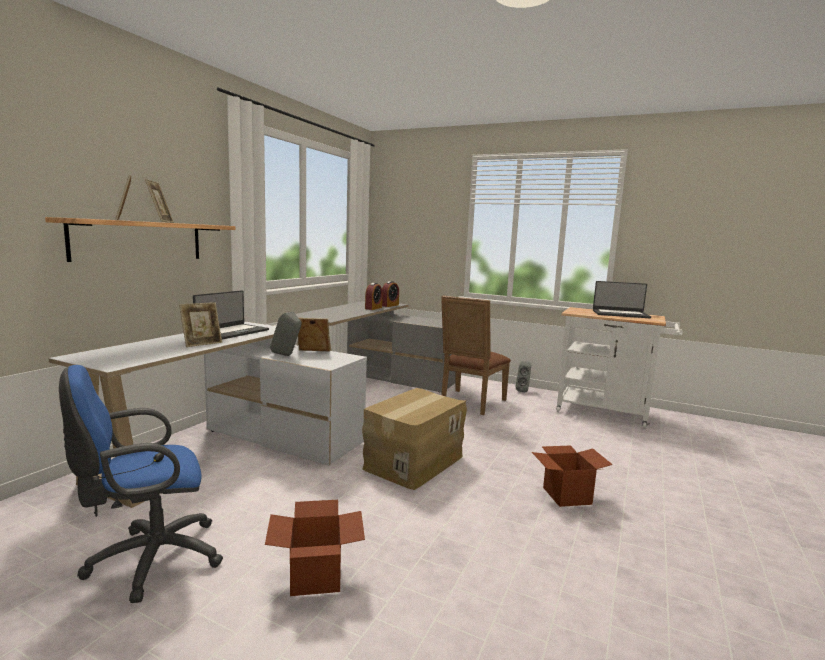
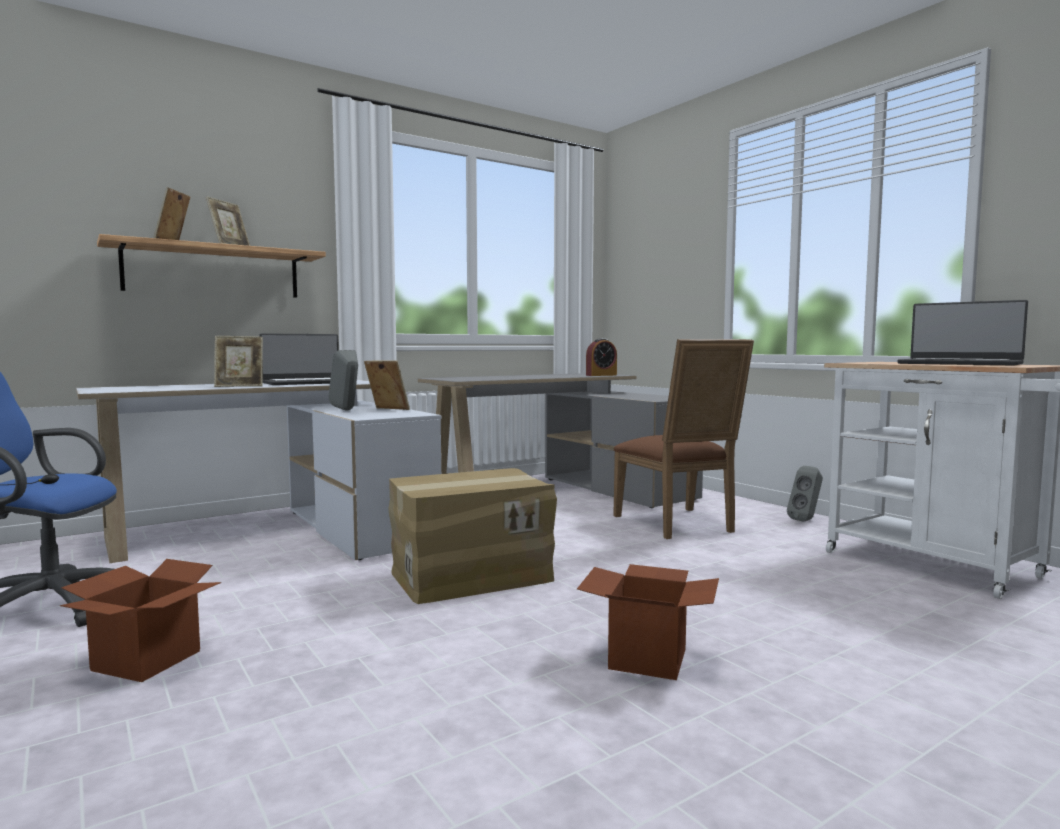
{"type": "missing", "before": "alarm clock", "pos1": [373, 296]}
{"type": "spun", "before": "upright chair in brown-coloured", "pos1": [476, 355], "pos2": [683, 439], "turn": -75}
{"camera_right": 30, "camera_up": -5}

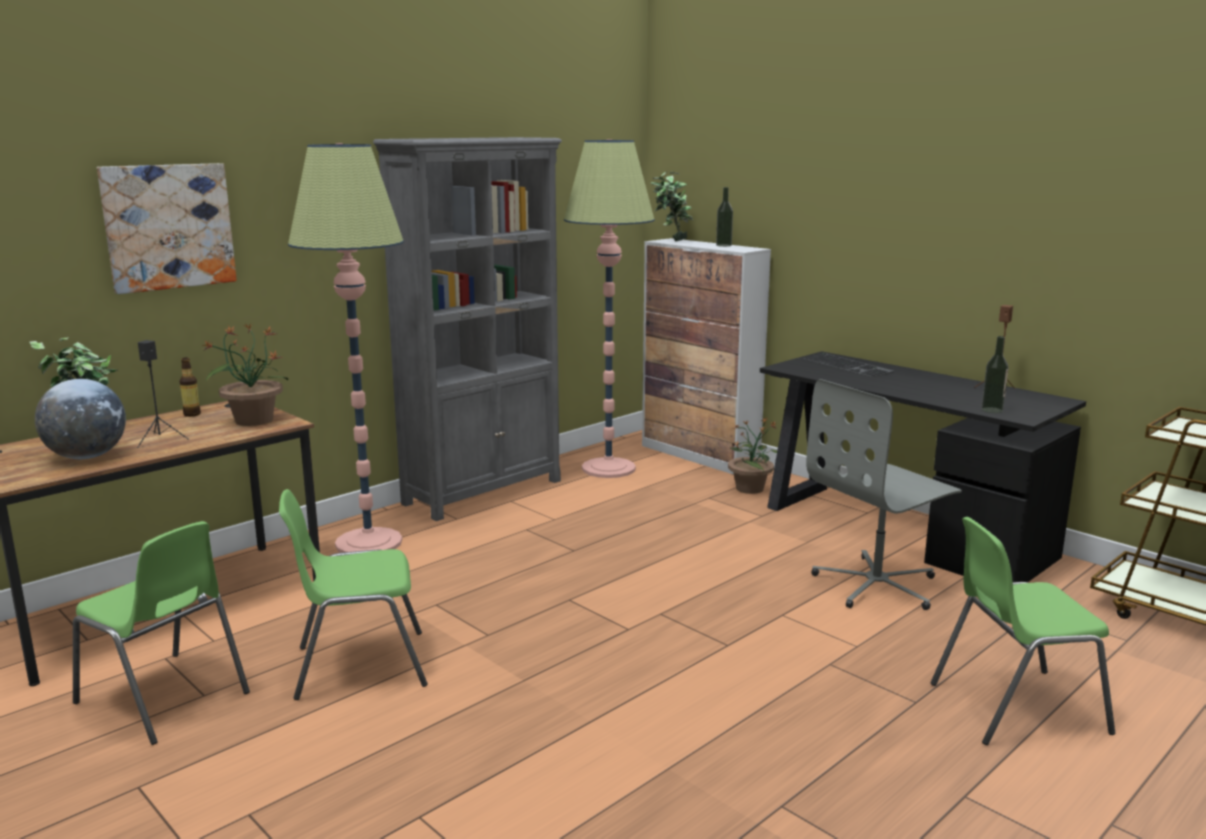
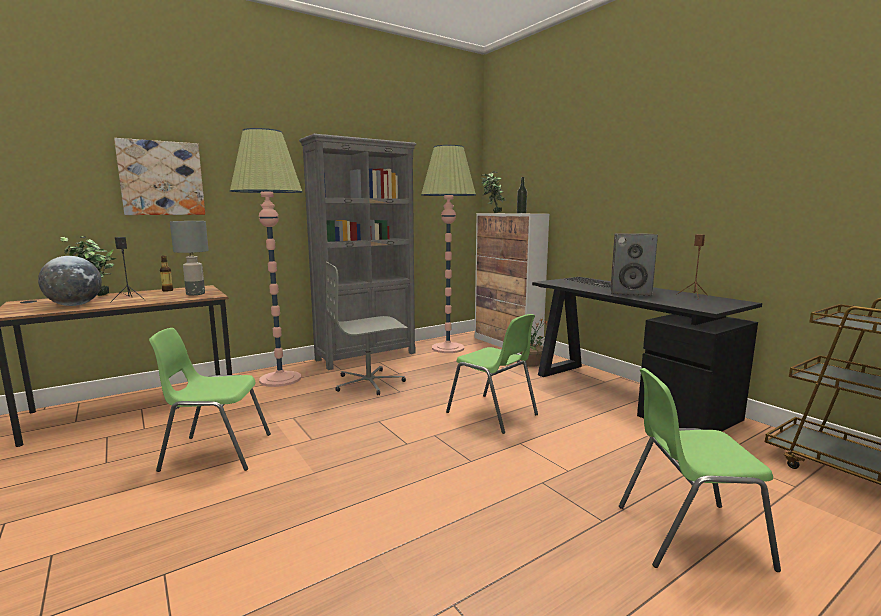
{"type": "exchanged", "before": "houseplant", "after": "table lamp in greyish", "pos1": [245, 374], "pos2": [189, 258]}
{"type": "missing", "before": "drink bottle", "pos1": [994, 374]}
{"type": "relocated", "before": "office chair in greyish", "pos1": [884, 494], "pos2": [366, 328]}
{"type": "relocated", "before": "upright chair in greenish", "pos1": [161, 633], "pos2": [492, 374]}
{"type": "appeared", "after": "speaker", "pos2": [634, 264]}
{"camera_right": 10, "camera_up": -5}

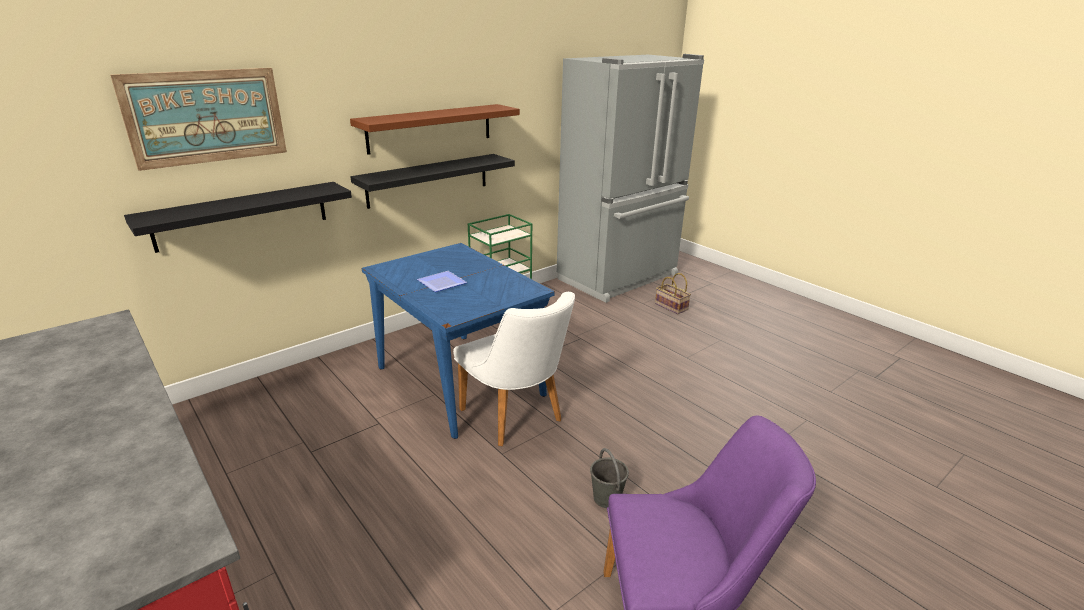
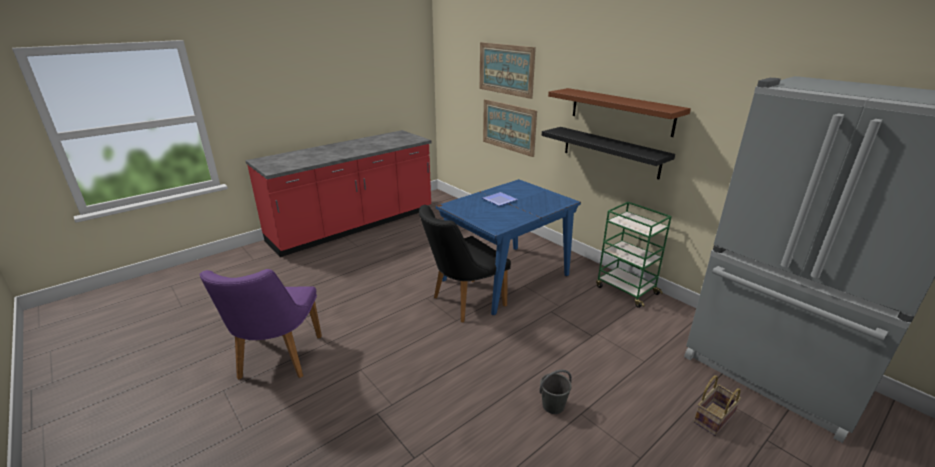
{"type": "exchanged", "before": "bracket shelf in black", "after": "wall art", "pos1": [238, 217], "pos2": [510, 128]}
{"type": "colour", "before": "upright chair in white", "after": "upright chair in black", "pos1": [514, 369], "pos2": [465, 263]}
{"type": "relocated", "before": "bucket in greyish", "pos1": [609, 478], "pos2": [555, 392]}
{"camera_right": 90, "camera_up": 0}

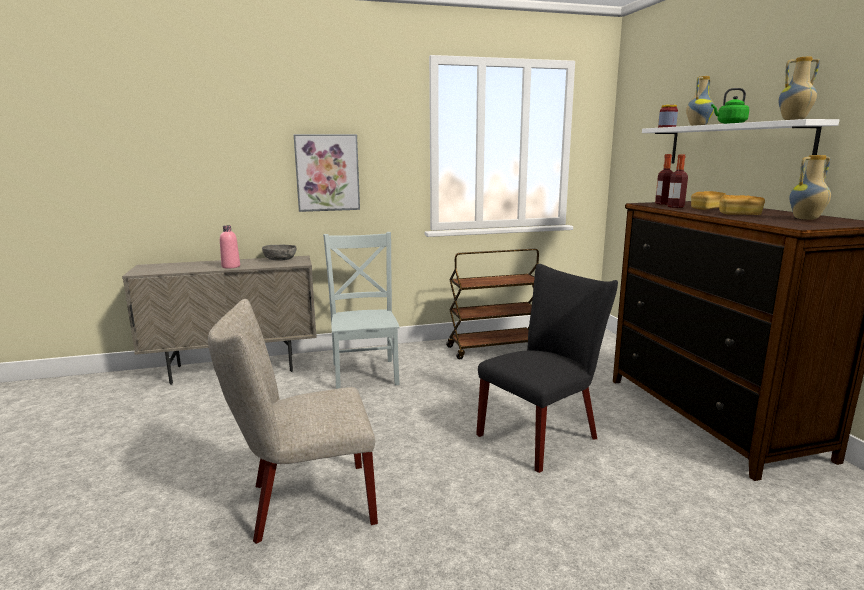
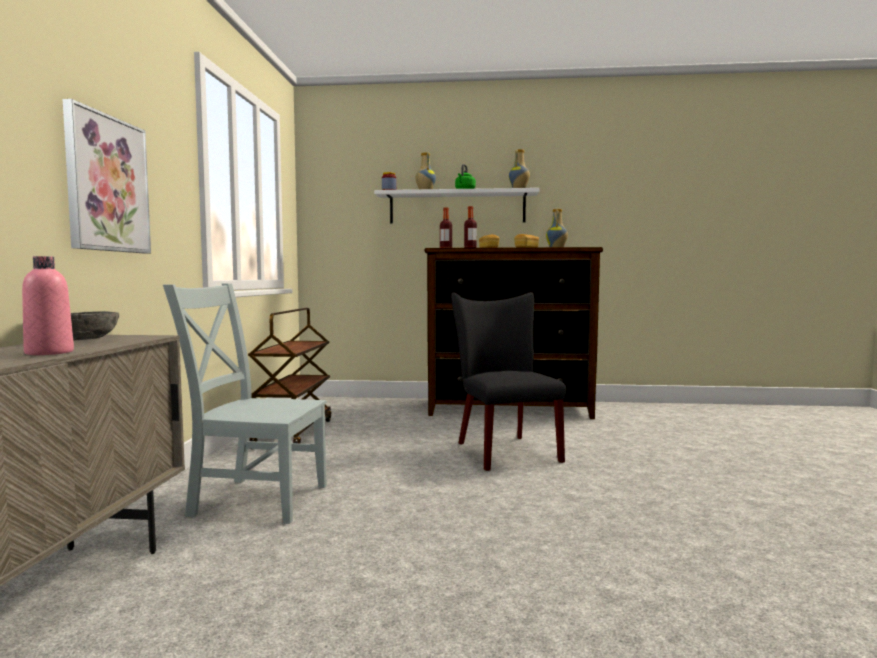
{"type": "missing", "before": "upright chair in beige", "pos1": [293, 421]}
{"camera_right": -70, "camera_up": -10}

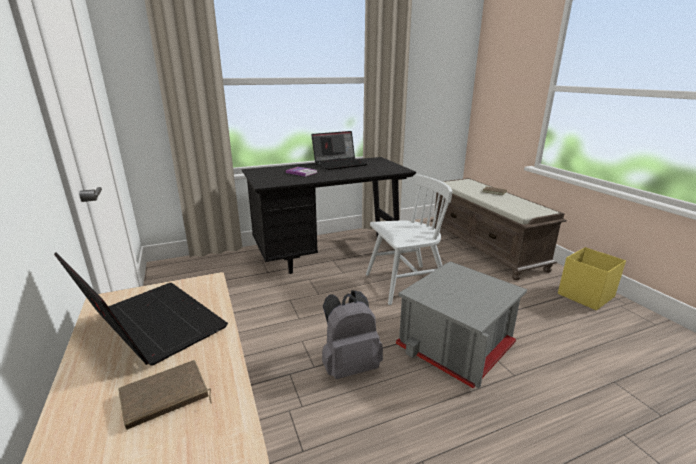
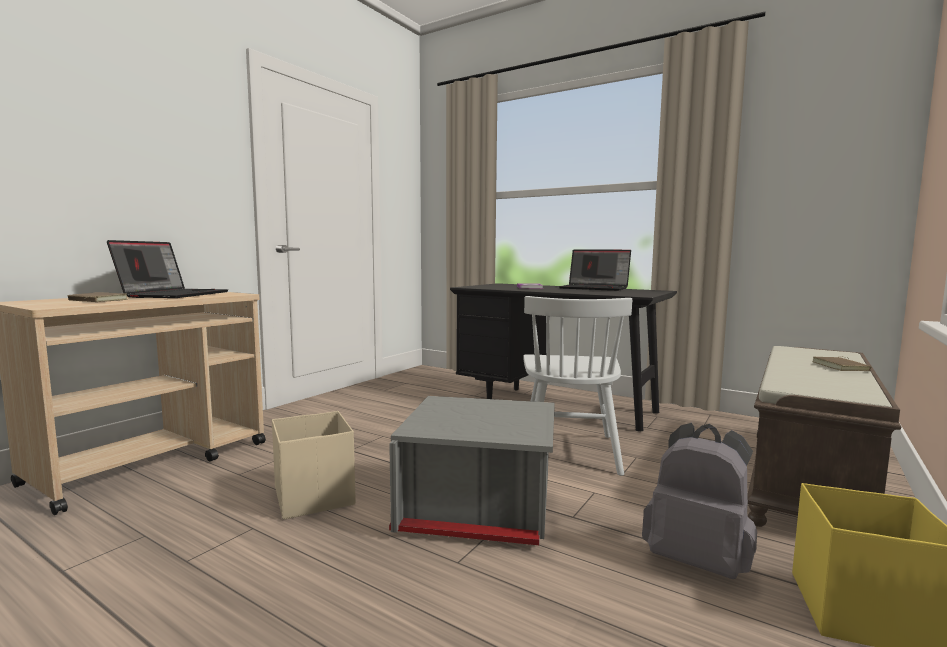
{"type": "spun", "before": "upright chair in white", "pos1": [409, 239], "pos2": [577, 386], "turn": 60}
{"type": "relocated", "before": "rucksack in greyish", "pos1": [352, 334], "pos2": [699, 501]}
{"type": "appeared", "after": "storage box in beige", "pos2": [314, 465]}
{"camera_right": 55, "camera_up": -15}

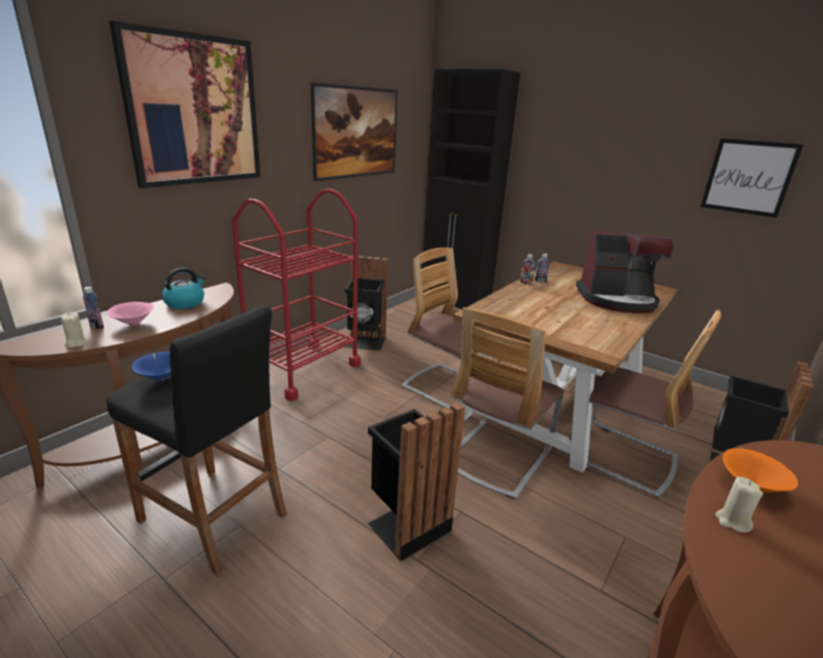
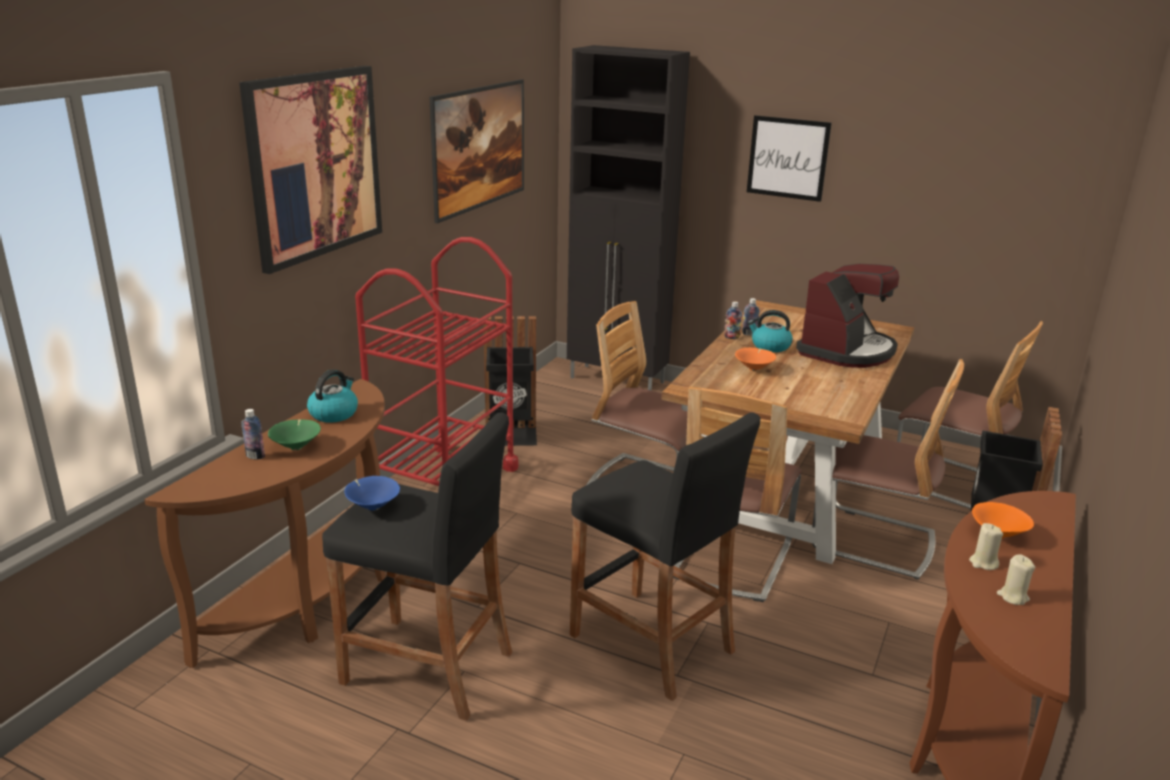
{"type": "relocated", "before": "wall art", "pos1": [752, 178], "pos2": [789, 158]}
{"type": "spun", "before": "coffee machine", "pos1": [625, 272], "pos2": [847, 316], "turn": -45}
{"type": "colour", "before": "deep dish in pink", "after": "deep dish in greenish", "pos1": [130, 314], "pos2": [294, 434]}
{"type": "relocated", "before": "wax light in beige", "pos1": [74, 330], "pos2": [1016, 580]}
{"type": "exchanged", "before": "rubbish bin in black", "after": "stool seat in black", "pos1": [416, 482], "pos2": [665, 556]}
{"type": "appeared", "after": "water kettle", "pos2": [770, 331]}
{"type": "appeared", "after": "upright chair", "pos2": [970, 415]}
{"type": "appeared", "after": "deep dish in orange", "pos2": [755, 359]}
{"camera_right": -10, "camera_up": 0}

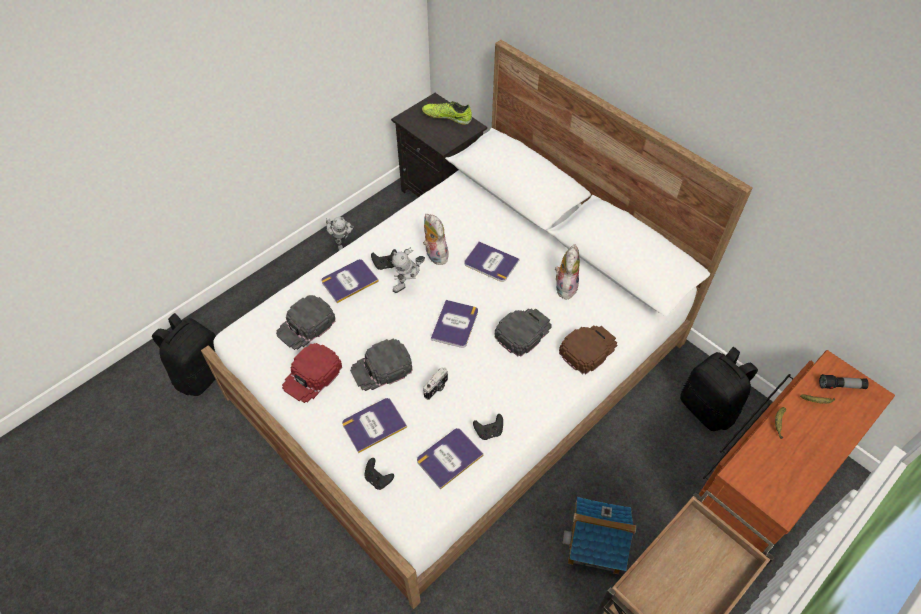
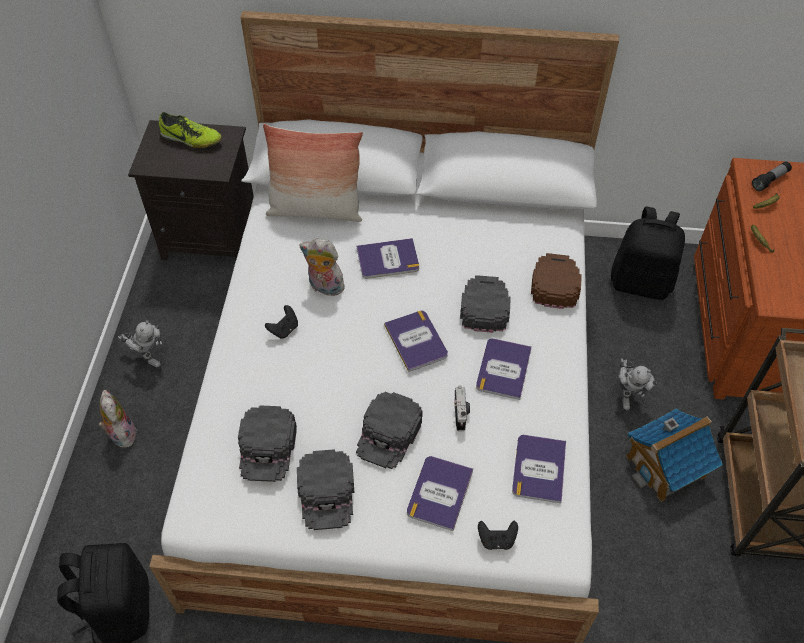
{"type": "spun", "before": "shoe", "pos1": [447, 113], "pos2": [190, 130], "turn": -135}
{"type": "relocated", "before": "cuddly toy", "pos1": [567, 272], "pos2": [118, 419]}
{"type": "relocated", "before": "model robot", "pos1": [408, 270], "pos2": [637, 385]}
{"type": "relocated", "before": "volume", "pos1": [350, 281], "pos2": [504, 369]}
{"type": "colour", "before": "peaked cap in red-coloured", "after": "peaked cap in black", "pos1": [312, 373], "pos2": [325, 489]}
{"type": "missing", "before": "gamepad in black", "pos1": [488, 427]}
{"type": "appeared", "after": "pillow", "pos2": [313, 173]}
{"camera_right": -40, "camera_up": 0}

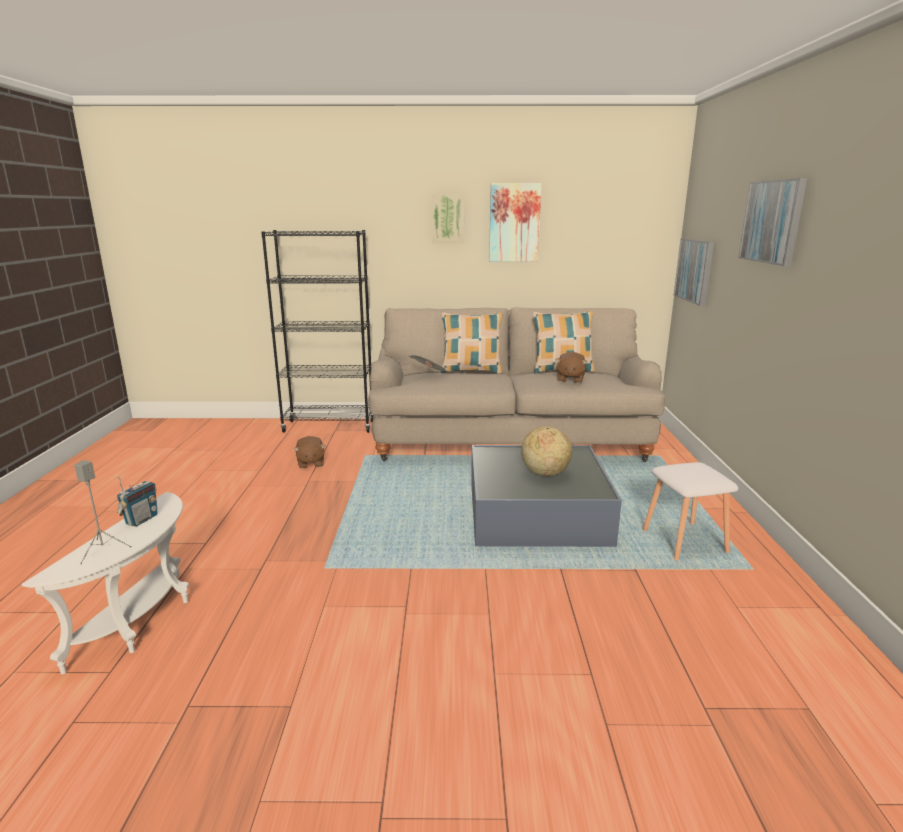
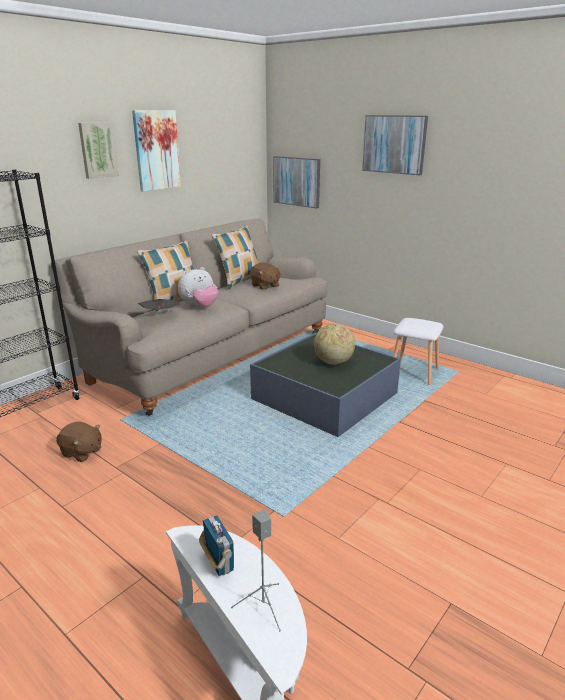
{"type": "appeared", "after": "cuddly toy", "pos2": [198, 287]}
{"camera_right": -50, "camera_up": 5}

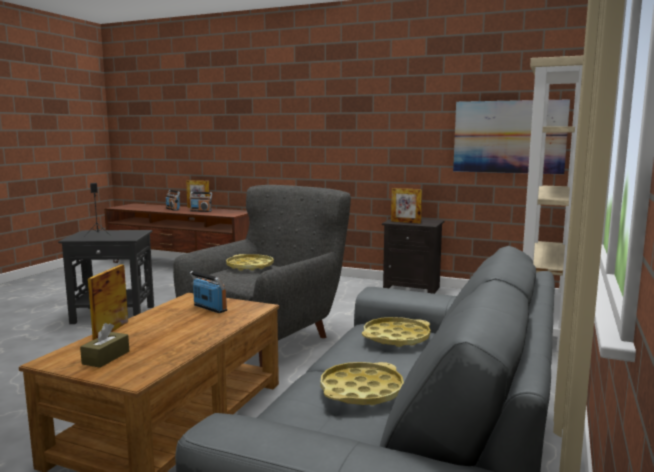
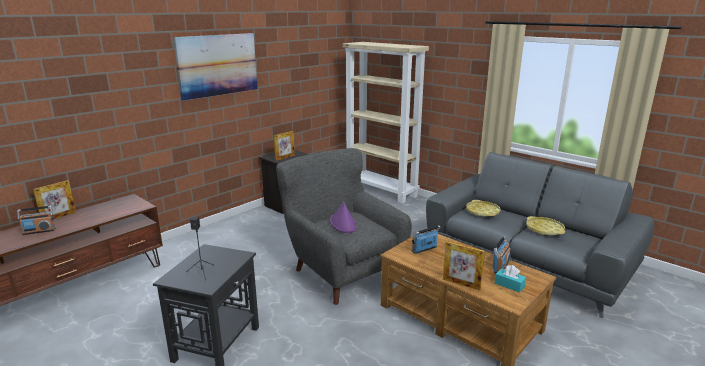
{"type": "relocated", "before": "wall art", "pos1": [511, 136], "pos2": [215, 67]}
{"type": "relocated", "before": "radio set", "pos1": [201, 202], "pos2": [501, 255]}
{"type": "exchanged", "before": "tray in yellow", "after": "wearable hat in purple-coloured", "pos1": [250, 262], "pos2": [343, 217]}
{"type": "colour", "before": "tissue holder in brown-coloured", "after": "tissue holder in turquoise", "pos1": [104, 345], "pos2": [510, 279]}
{"camera_right": -70, "camera_up": 10}

